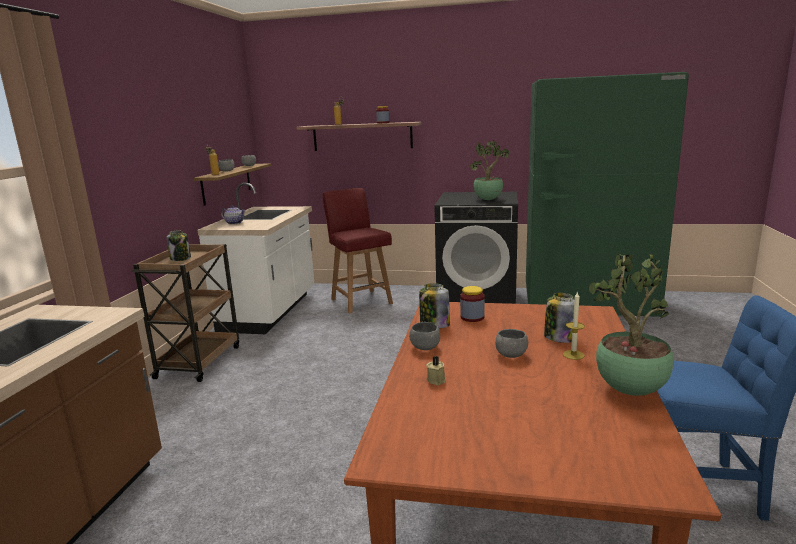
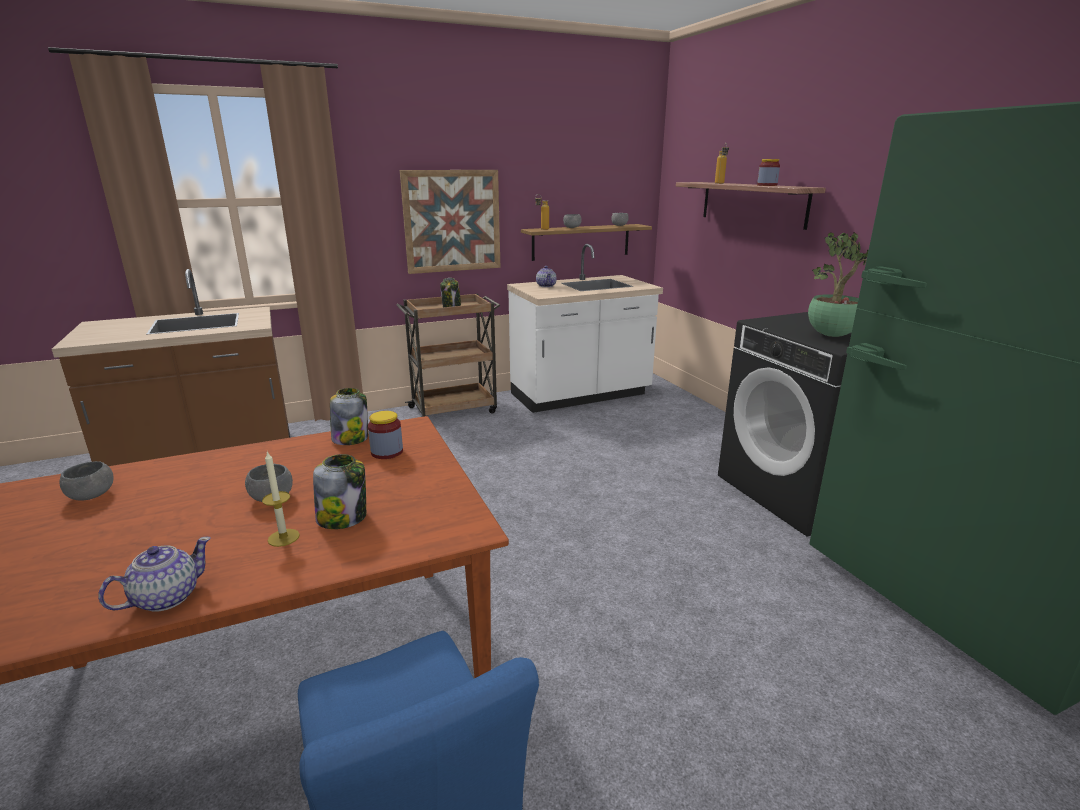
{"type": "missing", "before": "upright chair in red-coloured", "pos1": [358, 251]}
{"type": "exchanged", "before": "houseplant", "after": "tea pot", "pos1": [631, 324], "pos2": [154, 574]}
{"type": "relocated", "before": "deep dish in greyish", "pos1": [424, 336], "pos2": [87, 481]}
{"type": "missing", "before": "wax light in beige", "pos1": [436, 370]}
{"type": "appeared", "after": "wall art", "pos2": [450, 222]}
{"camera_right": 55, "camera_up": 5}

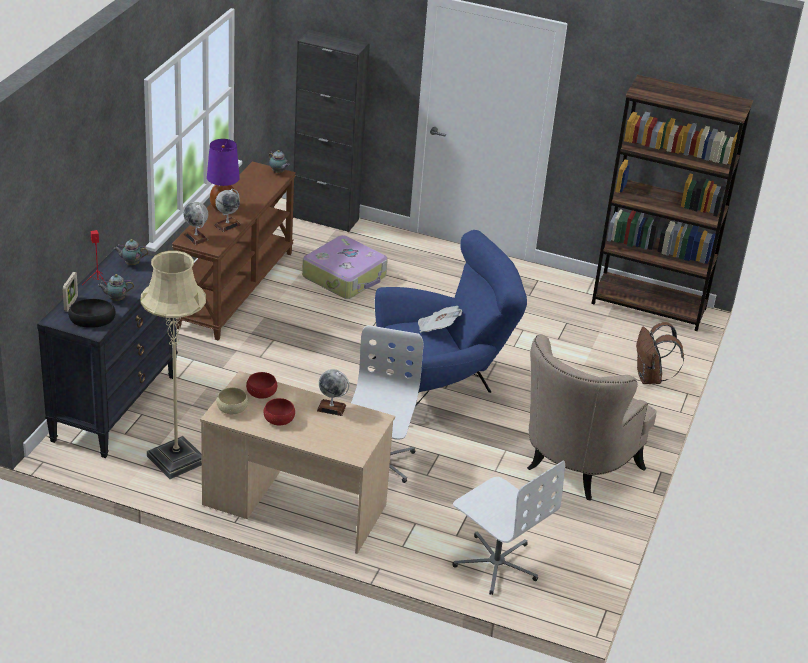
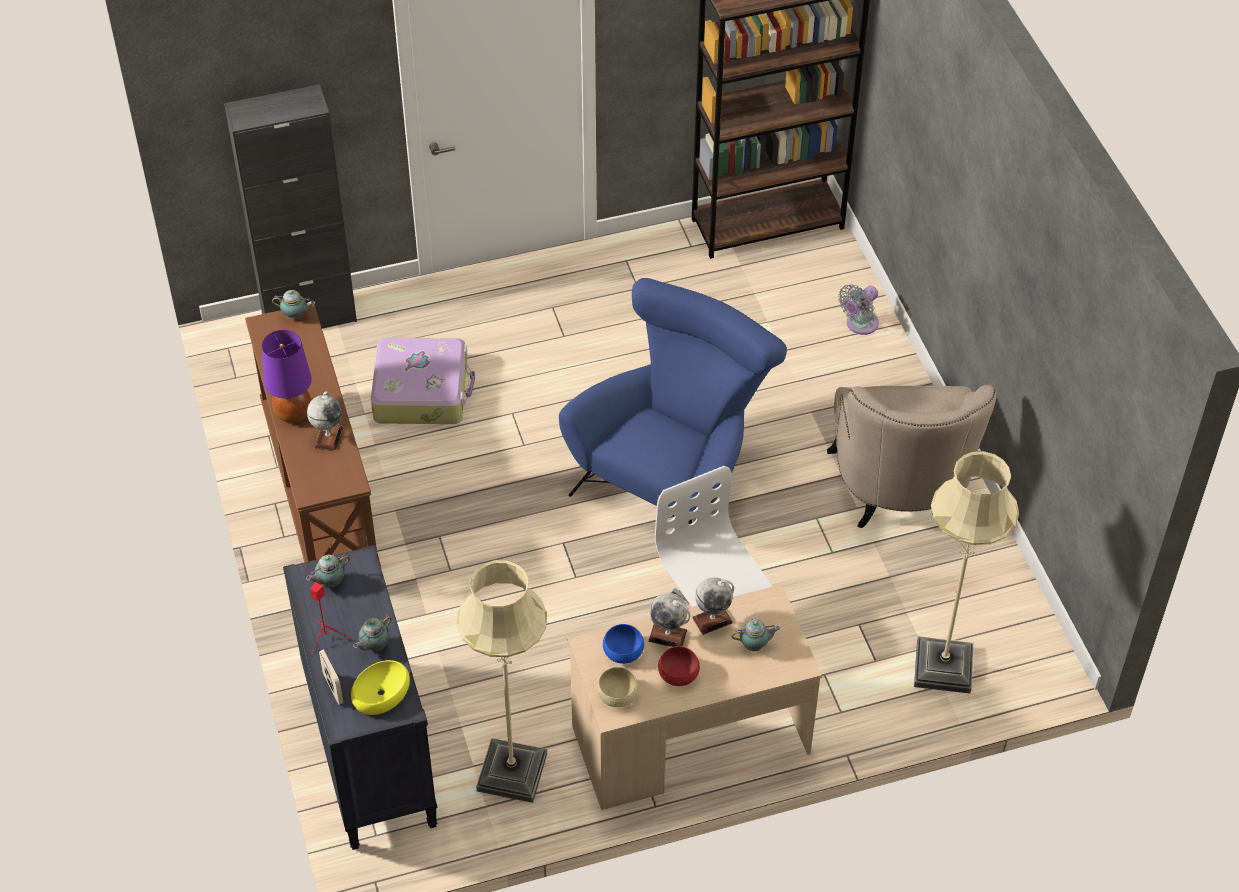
{"type": "relocated", "before": "world globe", "pos1": [196, 223], "pos2": [669, 620]}
{"type": "colour", "before": "deep dish in black", "after": "deep dish in yellow", "pos1": [92, 313], "pos2": [380, 687]}
{"type": "missing", "before": "printed paper", "pos1": [440, 319]}
{"type": "exchanged", "before": "rucksack in brown-coloured", "after": "fan in greyish", "pos1": [660, 353], "pos2": [858, 309]}
{"type": "colour", "before": "deep dish in red-coloured", "after": "deep dish in bluish", "pos1": [261, 385], "pos2": [623, 644]}
{"type": "exchanged", "before": "office chair in white", "after": "standard lamp in beige", "pos1": [508, 528], "pos2": [966, 572]}
{"type": "appeared", "after": "tea pot", "pos2": [755, 635]}
{"camera_right": -35, "camera_up": 15}

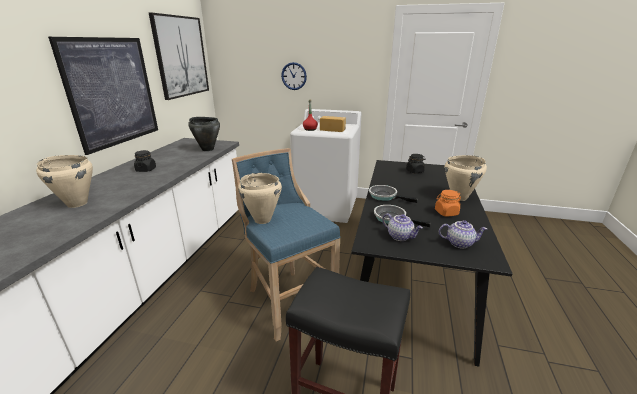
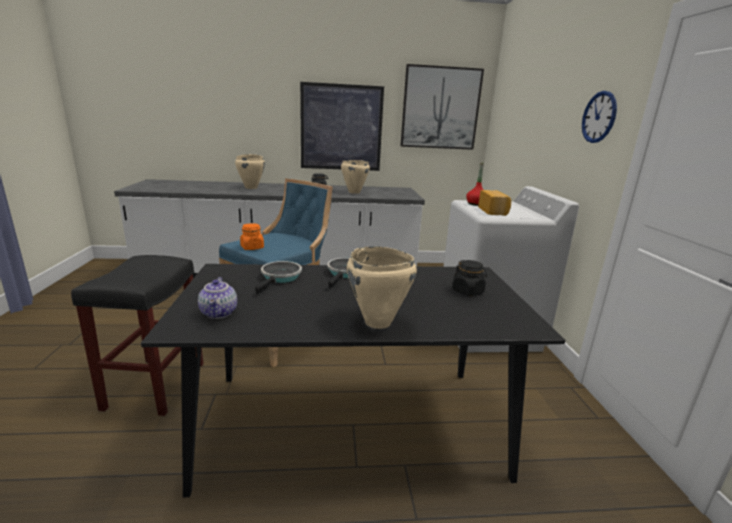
{"type": "relocated", "before": "clock on the wall", "pos1": [294, 76], "pos2": [599, 117]}
{"type": "missing", "before": "saucepot in black", "pos1": [204, 134]}
{"type": "relocated", "before": "saucepot in beige", "pos1": [260, 198], "pos2": [355, 177]}
{"type": "relocated", "before": "preserve jar in orange", "pos1": [448, 203], "pos2": [252, 236]}
{"type": "missing", "before": "tea pot", "pos1": [402, 227]}
{"camera_right": 70, "camera_up": -5}

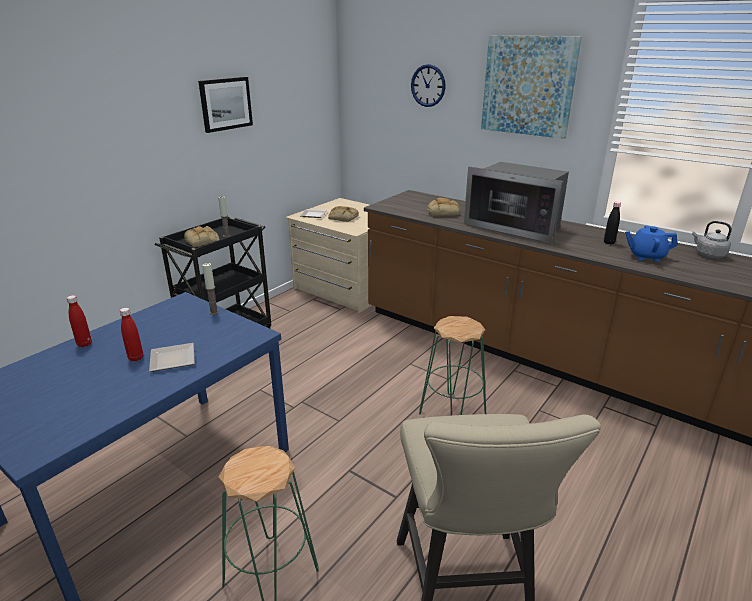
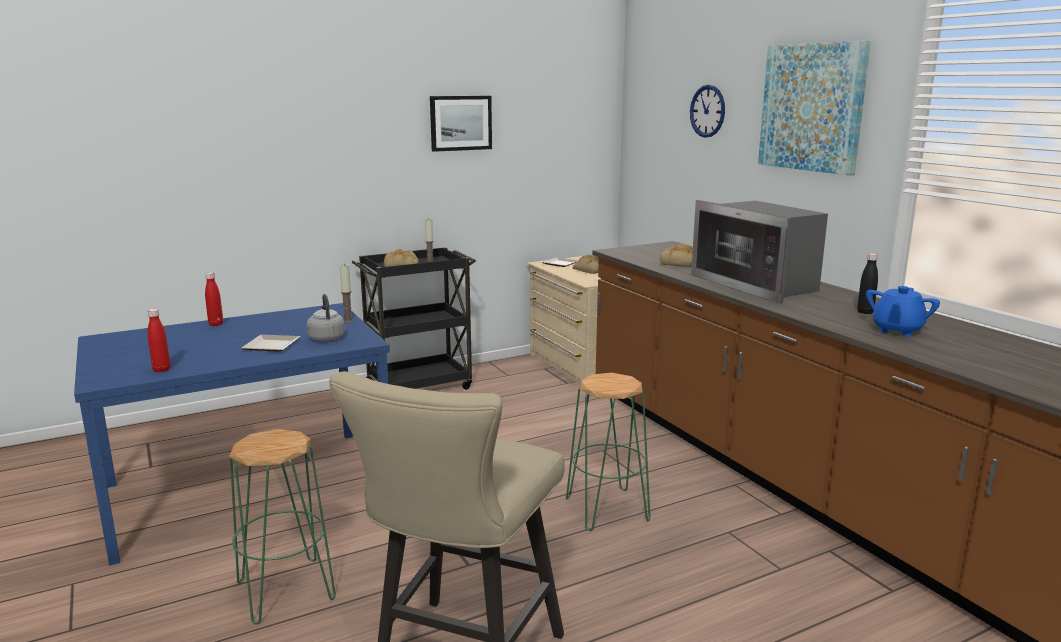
{"type": "relocated", "before": "water kettle in greyish", "pos1": [712, 239], "pos2": [326, 317]}
{"type": "spun", "before": "tea pot in bluish", "pos1": [651, 243], "pos2": [903, 311], "turn": -90}
{"type": "relocated", "before": "drink bottle in red-coloured", "pos1": [131, 334], "pos2": [159, 340]}
{"camera_right": 25, "camera_up": -10}

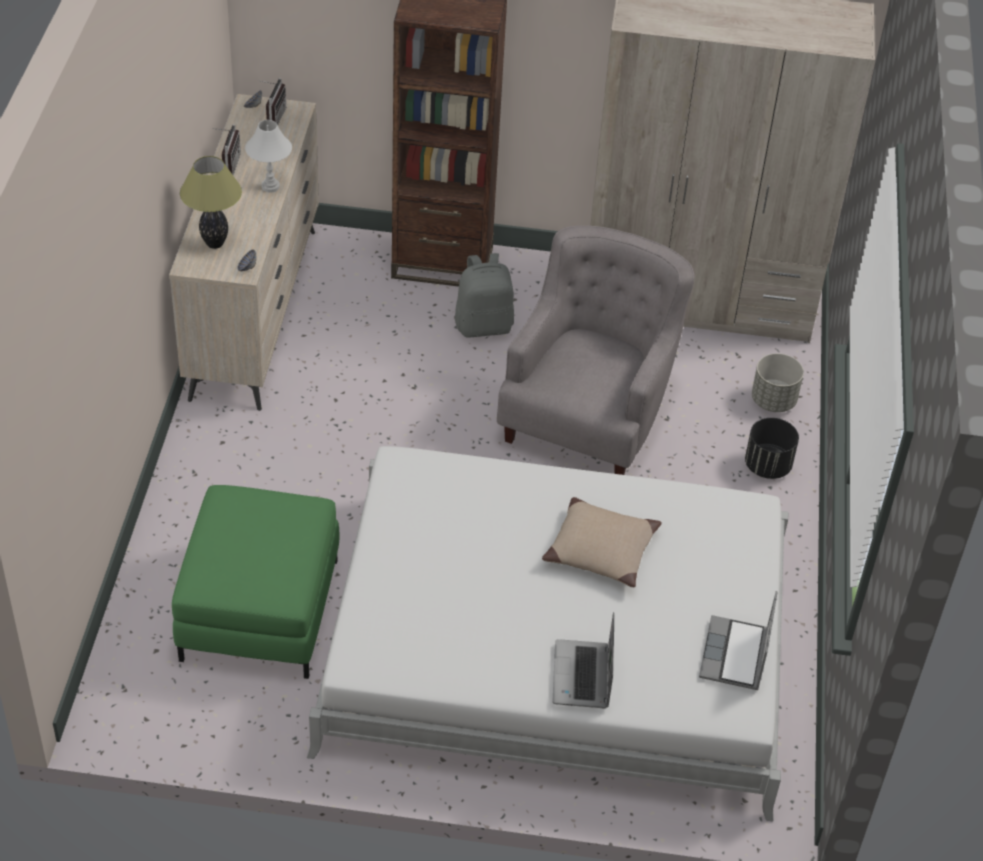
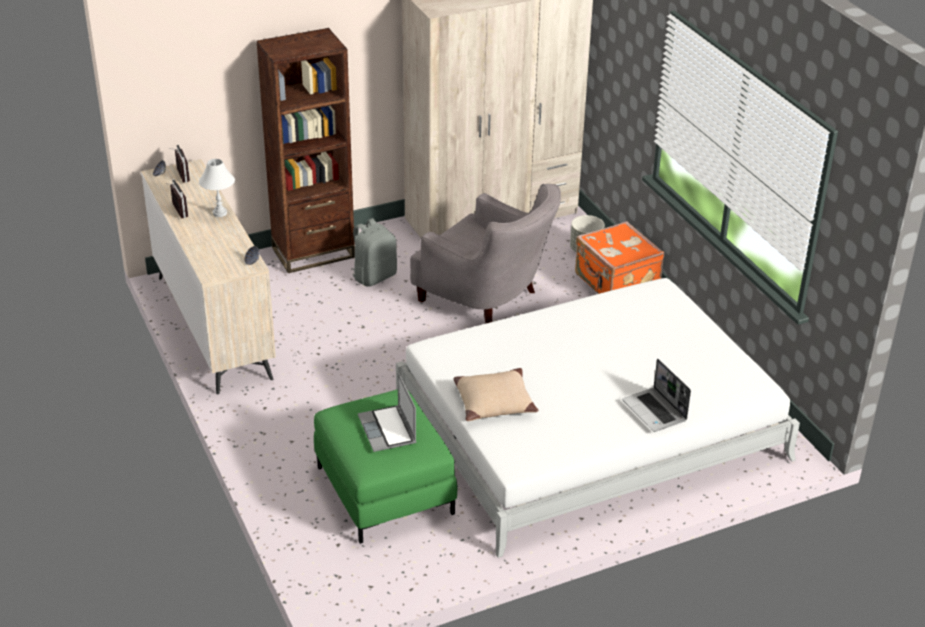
{"type": "missing", "before": "table lamp", "pos1": [211, 202]}
{"type": "spun", "before": "easy chair in greyish", "pos1": [595, 350], "pos2": [485, 254], "turn": 135}
{"type": "exchanged", "before": "flower pot in black", "after": "travel case in orange", "pos1": [772, 448], "pos2": [619, 257]}
{"type": "relocated", "before": "pillow in beige", "pos1": [602, 542], "pos2": [496, 394]}
{"type": "relocated", "before": "portable computer", "pos1": [738, 640], "pos2": [387, 412]}
{"camera_right": -30, "camera_up": -10}

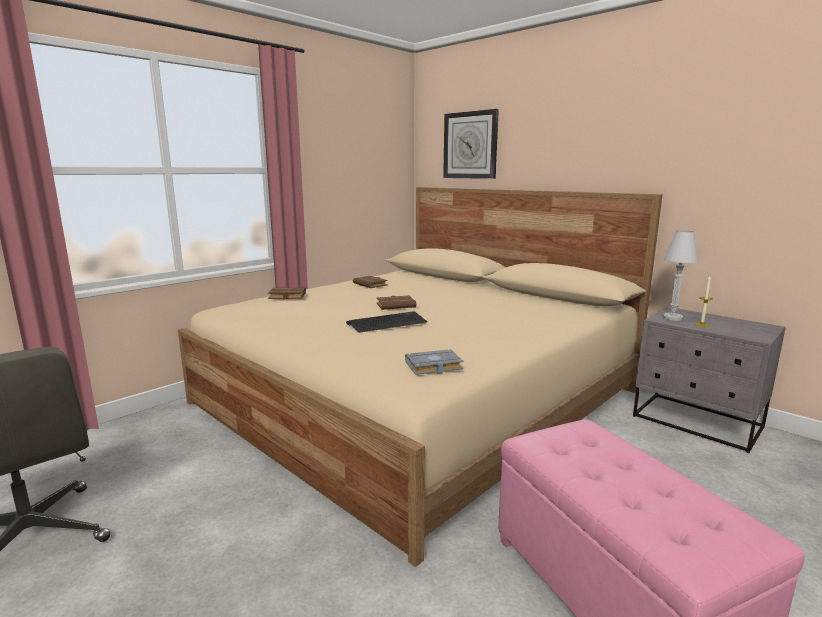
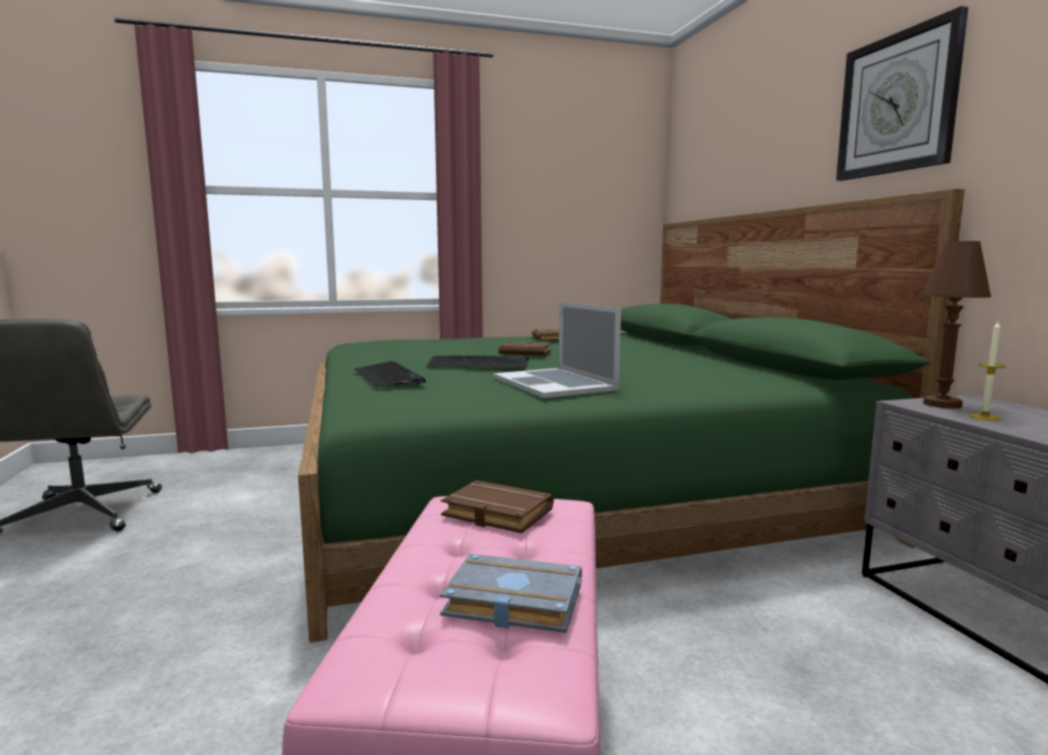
{"type": "relocated", "before": "clock on the wall", "pos1": [471, 144], "pos2": [902, 93]}
{"type": "colour", "before": "sleeping bed in beige", "after": "sleeping bed in greenish", "pos1": [420, 377], "pos2": [631, 416]}
{"type": "colour", "before": "table lamp in white", "after": "table lamp in brown-coloured", "pos1": [681, 275], "pos2": [956, 325]}
{"type": "relocated", "before": "volume in brown-coloured", "pos1": [287, 293], "pos2": [497, 506]}
{"type": "relocated", "before": "volume in greyish", "pos1": [434, 362], "pos2": [511, 593]}
{"type": "appeared", "after": "portable computer", "pos2": [557, 350]}
{"type": "appeared", "after": "computer keyboard", "pos2": [390, 374]}
{"camera_right": 30, "camera_up": -5}

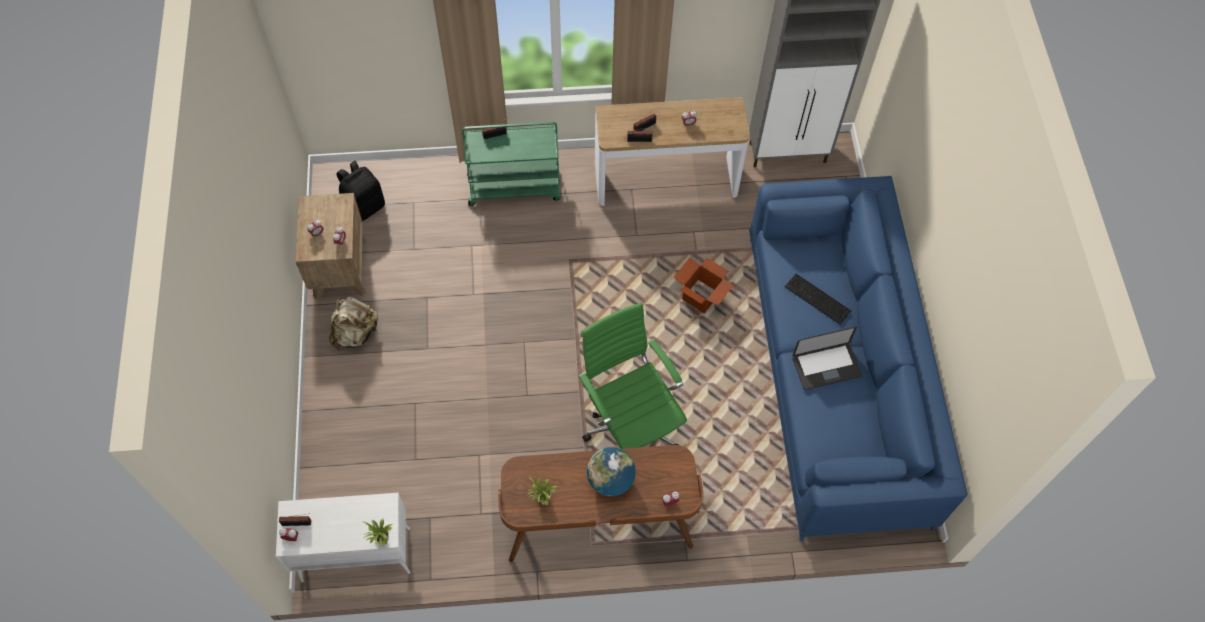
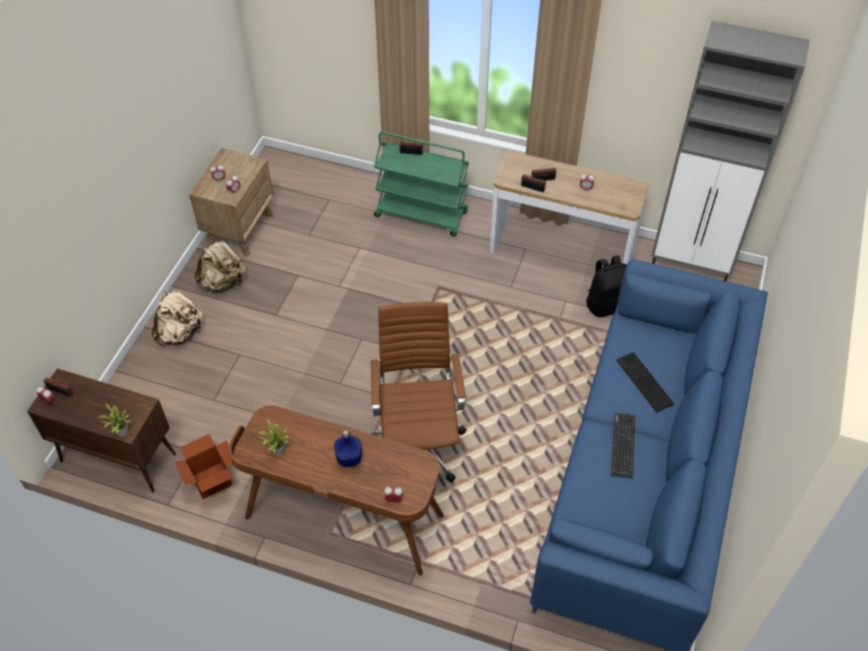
{"type": "relocated", "before": "rucksack in black", "pos1": [360, 191], "pos2": [606, 286]}
{"type": "relocated", "before": "carton", "pos1": [703, 285], "pos2": [204, 466]}
{"type": "colour", "before": "office chair in greenish", "after": "office chair in brown-coloured", "pos1": [633, 376], "pos2": [419, 392]}
{"type": "exchanged", "before": "portable computer", "after": "computer keyboard", "pos1": [827, 358], "pos2": [623, 445]}
{"type": "exchanged", "before": "world globe", "after": "drink bottle in bluish", "pos1": [611, 471], "pos2": [348, 448]}
{"type": "colour", "before": "cupboard in white", "after": "cupboard in brown-coloured", "pos1": [343, 537], "pos2": [101, 430]}
{"type": "appeared", "after": "rucksack in beige", "pos2": [177, 318]}
{"camera_right": 25, "camera_up": -10}

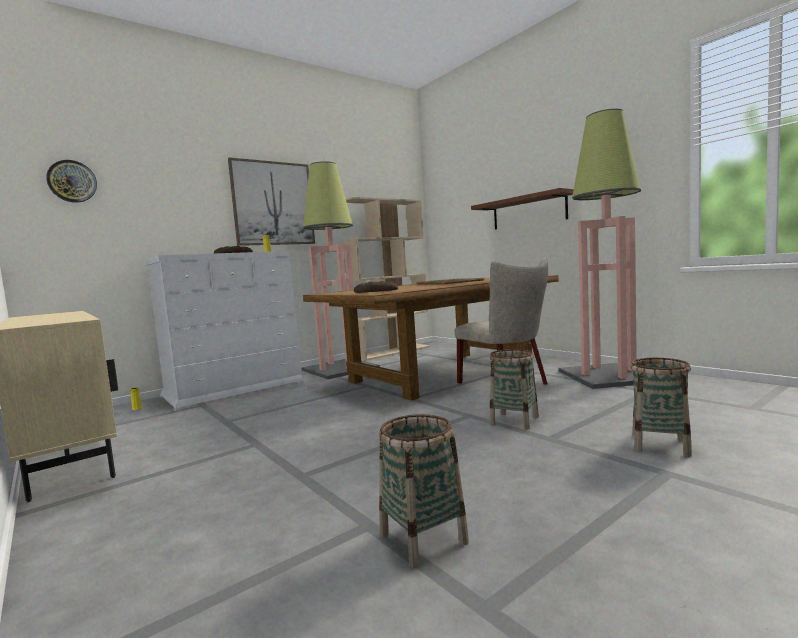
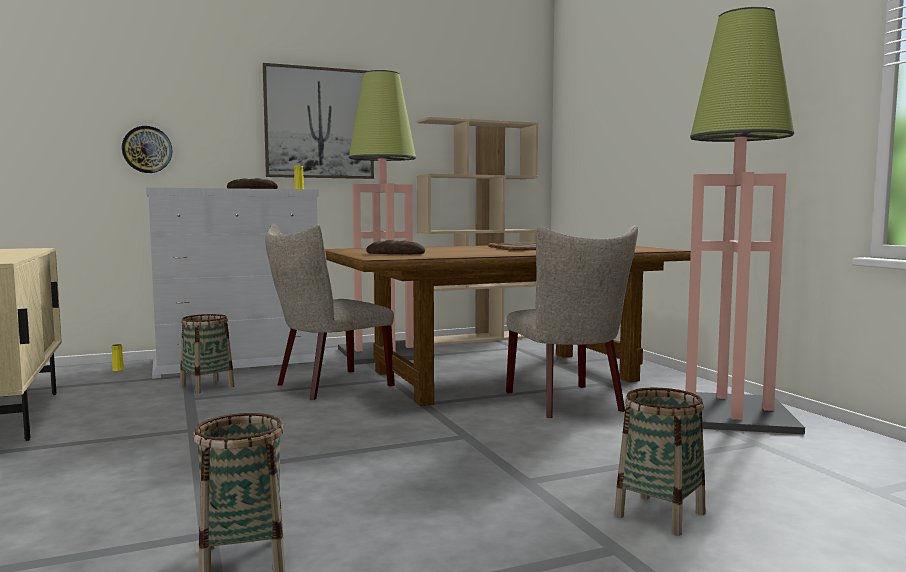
{"type": "relocated", "before": "clock on the wall", "pos1": [71, 181], "pos2": [147, 149]}
{"type": "missing", "before": "bracket shelf in brown-coloured", "pos1": [522, 208]}
{"type": "relocated", "before": "basket", "pos1": [514, 389], "pos2": [207, 354]}
{"type": "appeared", "after": "upright chair in beige", "pos2": [330, 311]}
{"camera_right": 15, "camera_up": 0}

